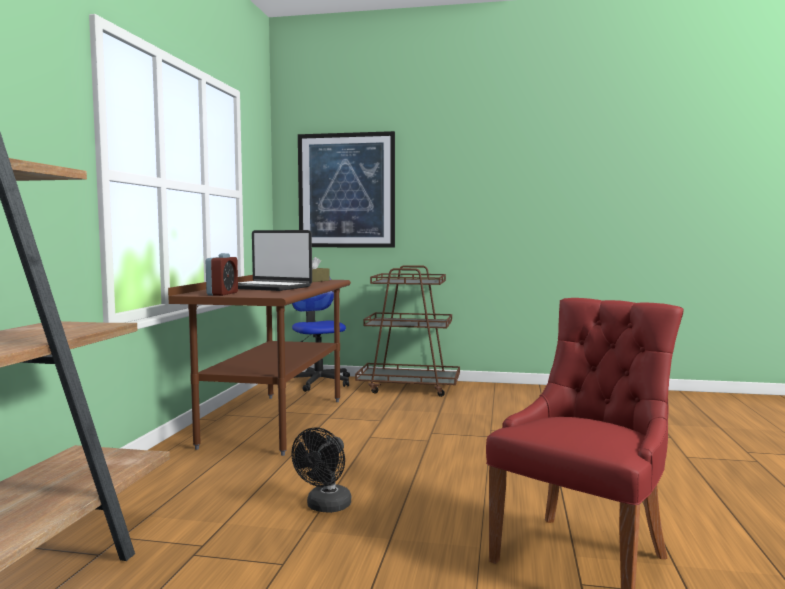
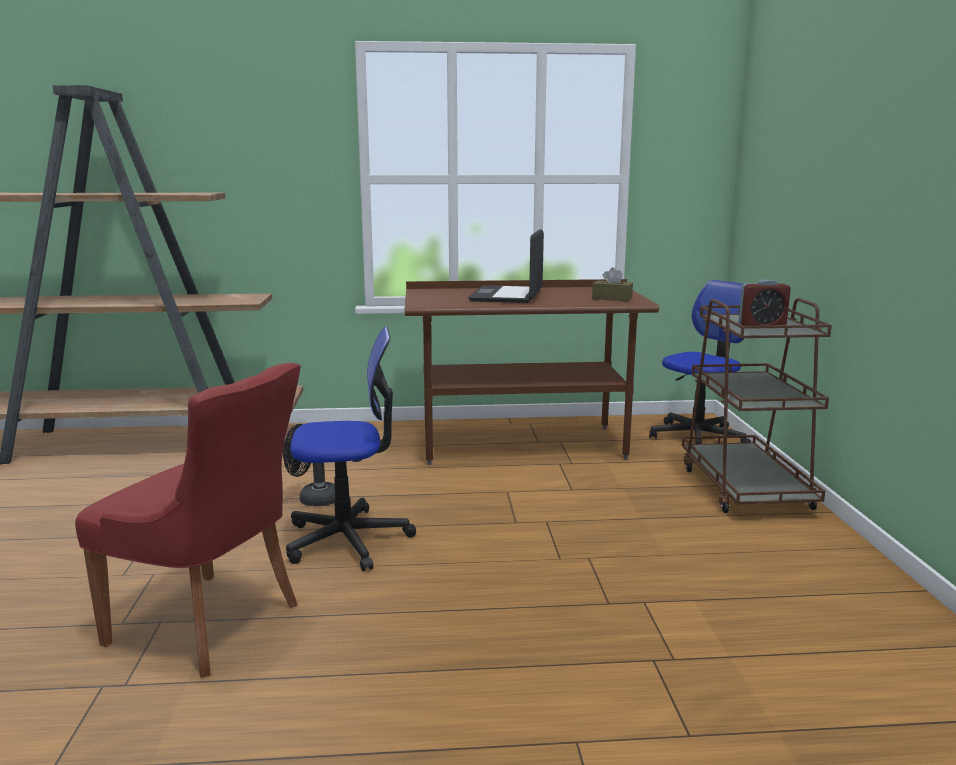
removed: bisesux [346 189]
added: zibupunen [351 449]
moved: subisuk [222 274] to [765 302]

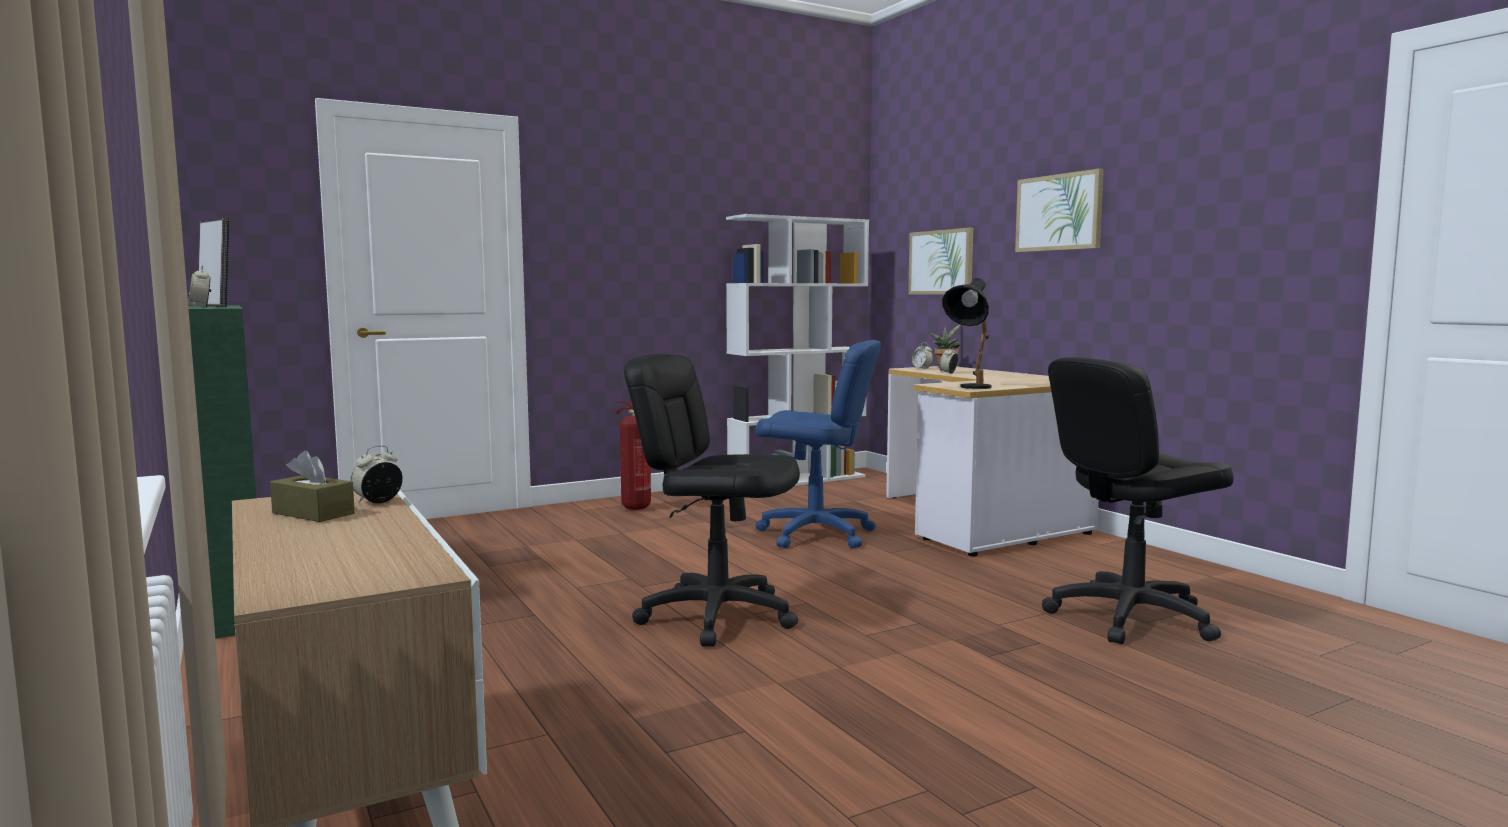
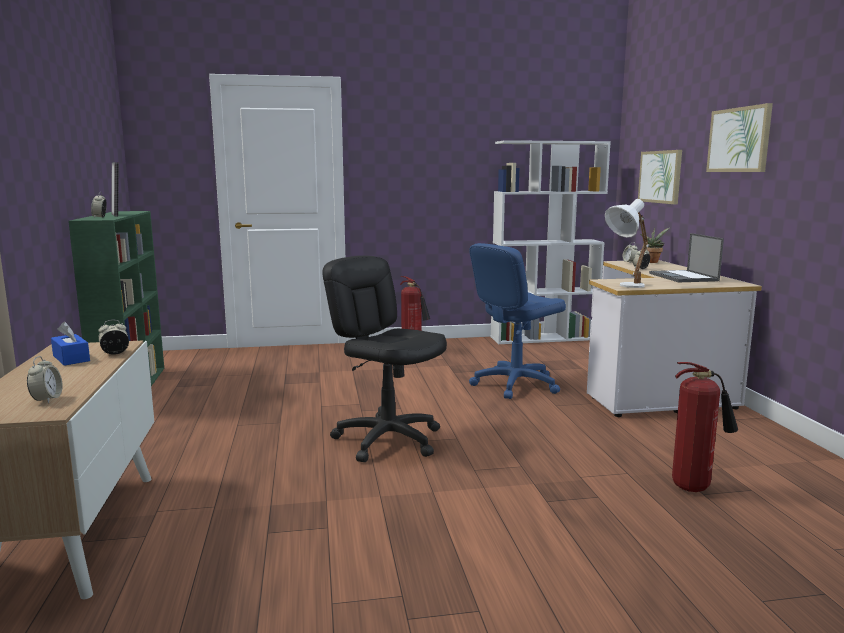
added: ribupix [686 257]; subisuk [45 379]
replaced: black_zibupunen [1138 500] to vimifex [705 427]
recoloured: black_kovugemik [967 333] to white_kovugemik [627 243]; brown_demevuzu [312 486] to blue_demevuzu [70 344]
turned: blue_zibupunen [818 444] = [517 321] 105 degrees clockwise

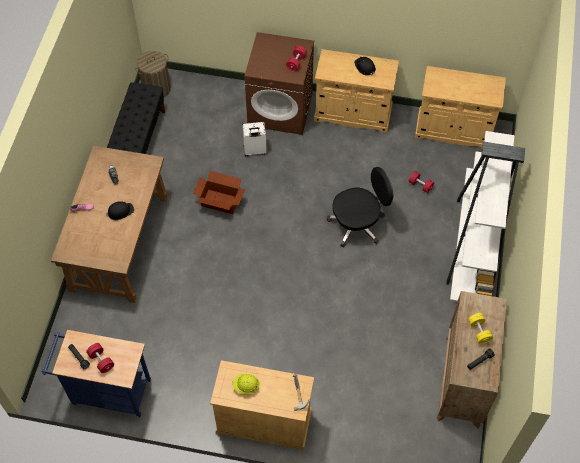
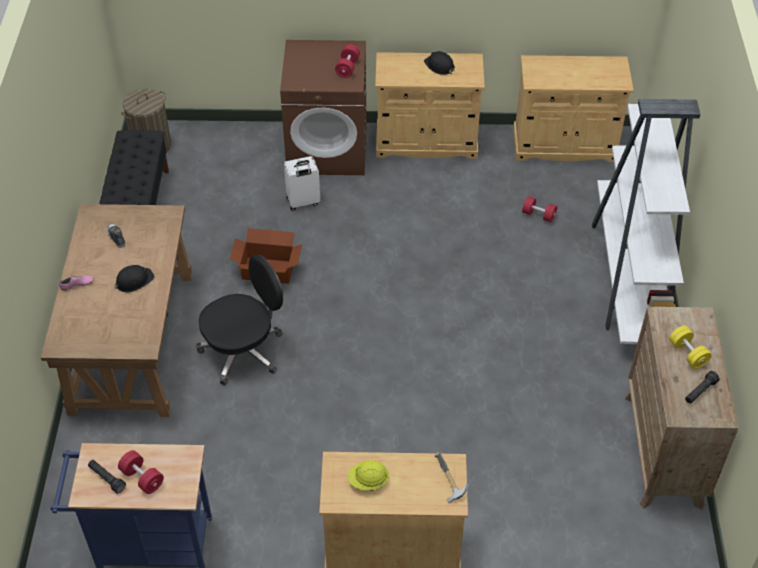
moved: black_zibupunen [360 207] to [239 320]

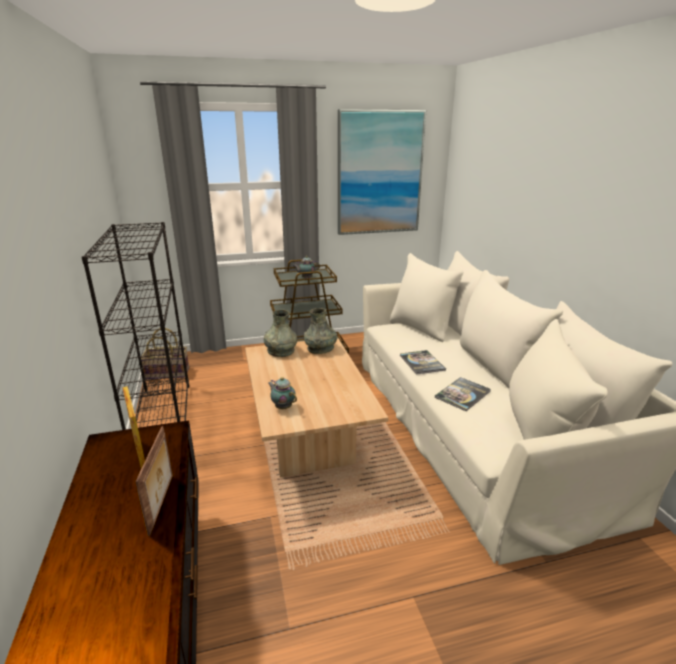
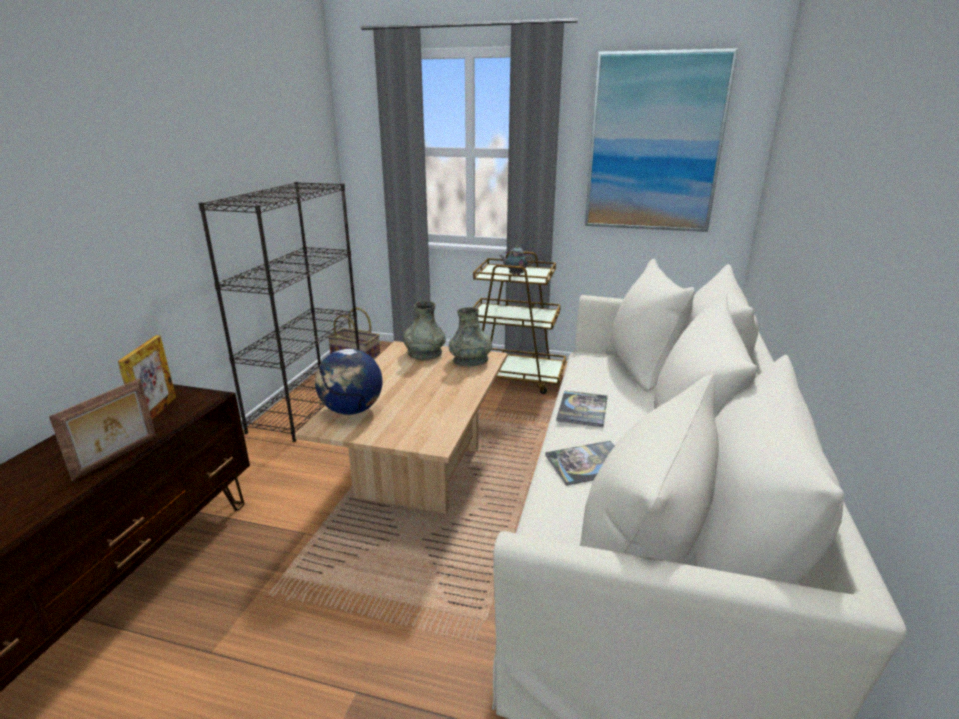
replaced: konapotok [282 393] to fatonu [349 382]

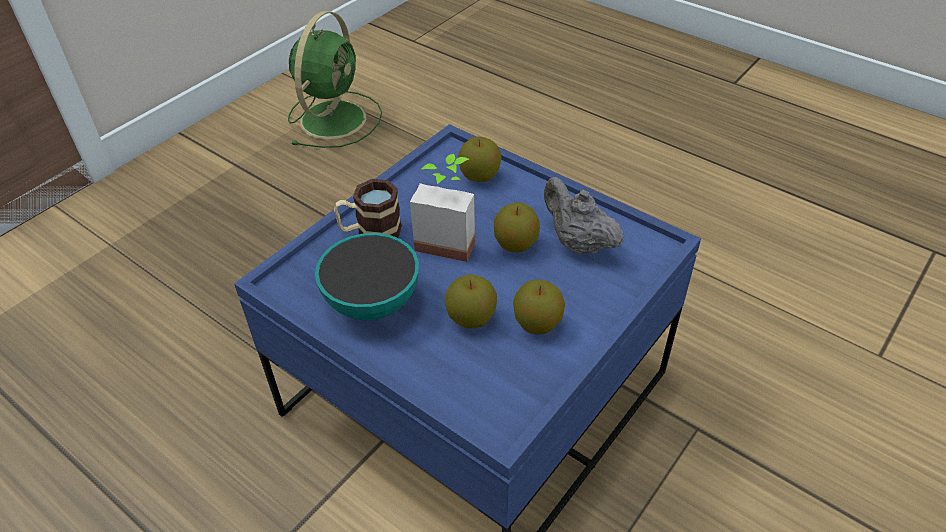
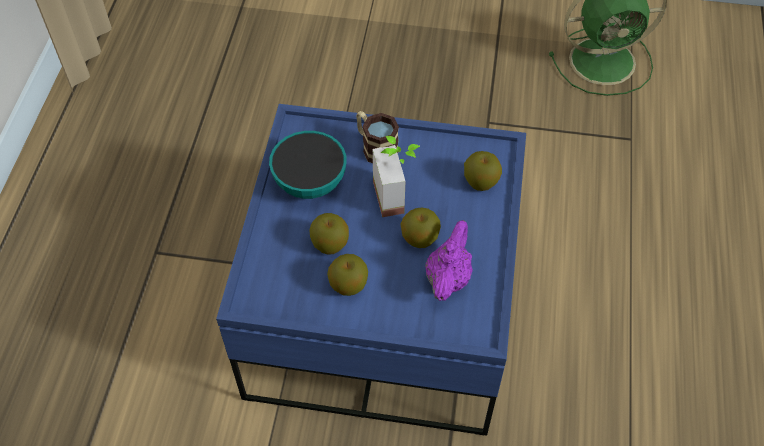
recoloured: grey_konapotok [584 216] to purple_konapotok [449 260]

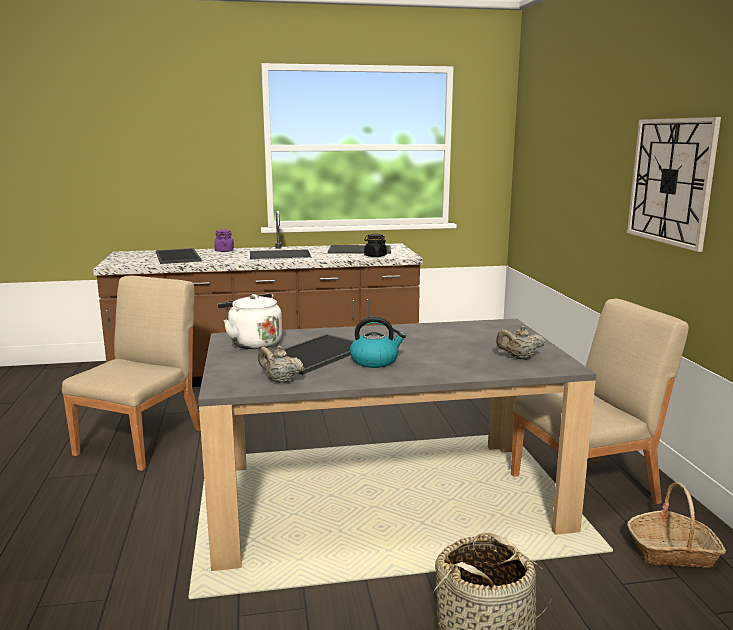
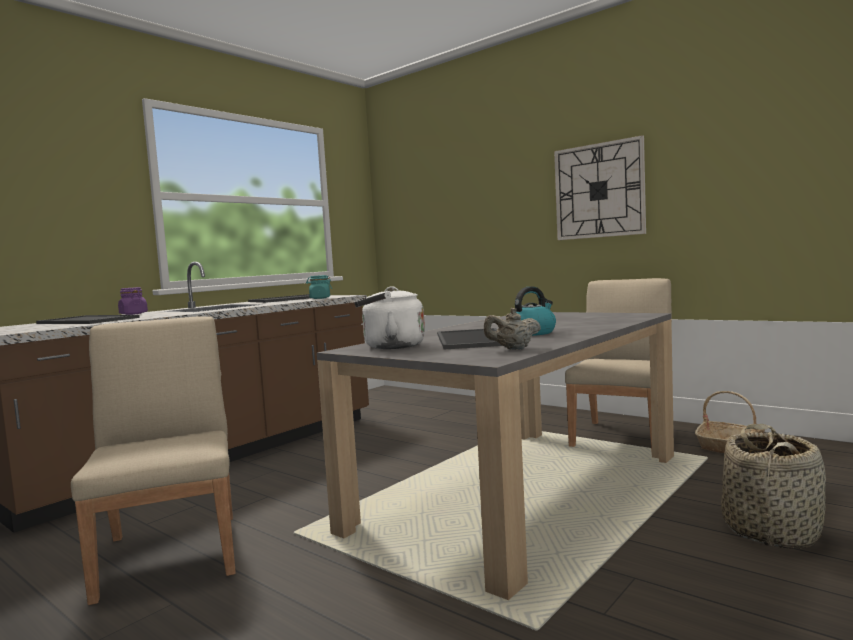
removed: beige_konapotok [520 343]
recoloured: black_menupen [375 245] to turquoise_menupen [319 287]

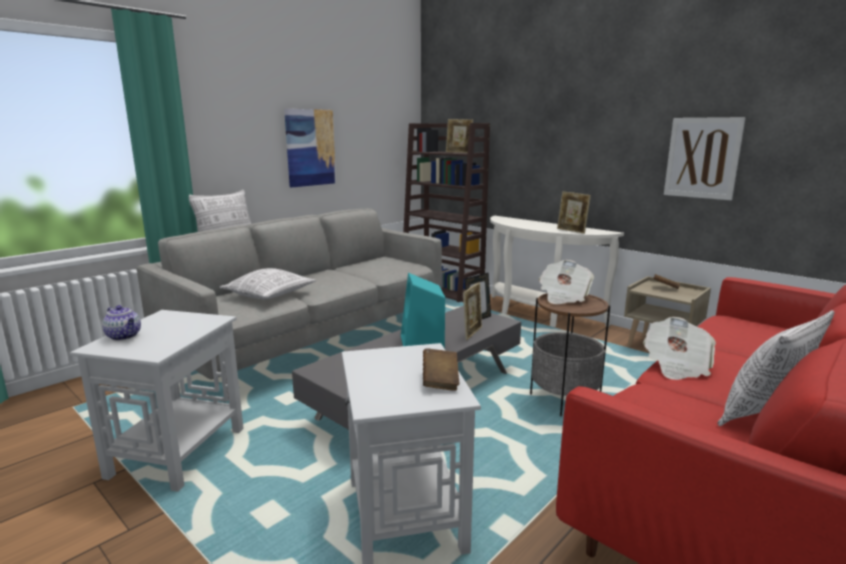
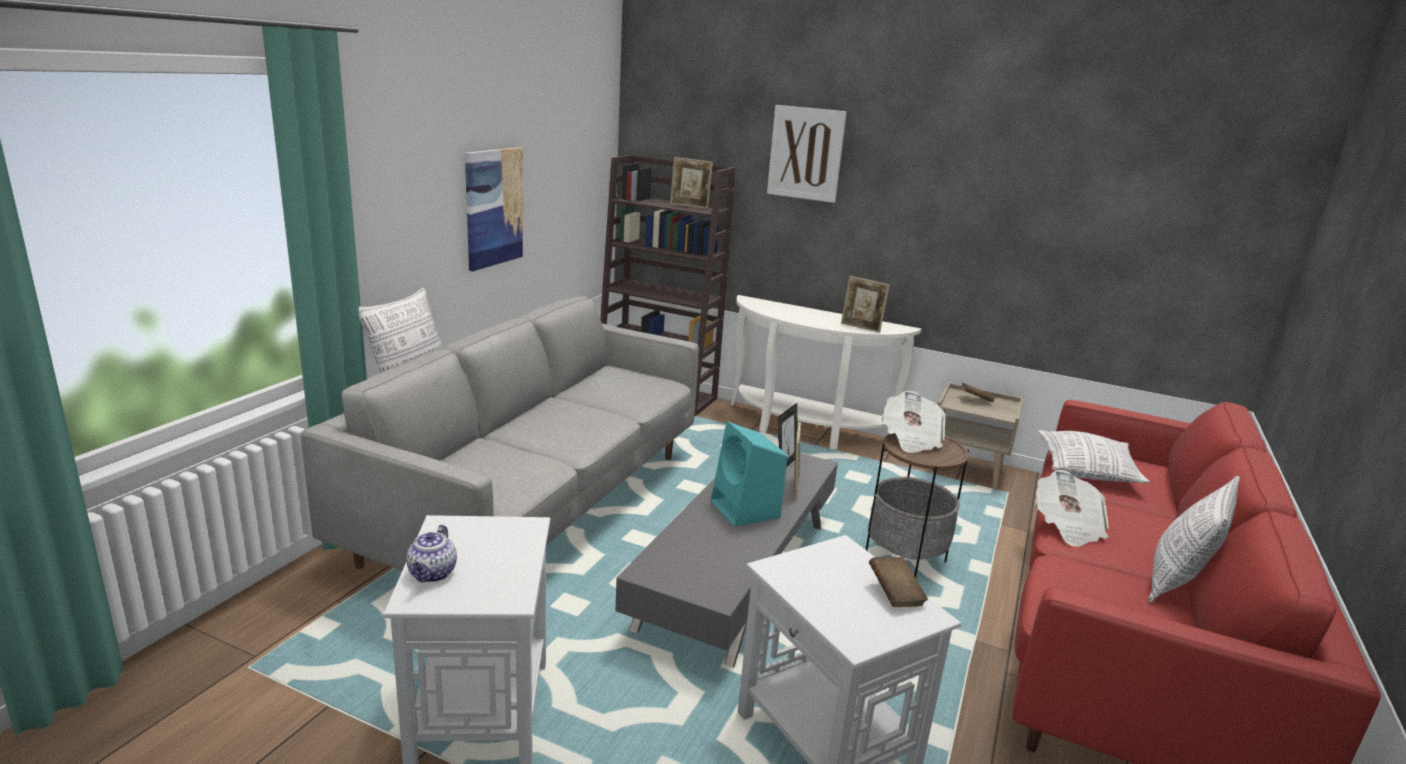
moved: bisesux [705 158] to [807 154]; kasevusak [267 283] to [1094 456]
turned: konapotok [121 323] = [431 553] 75 degrees clockwise

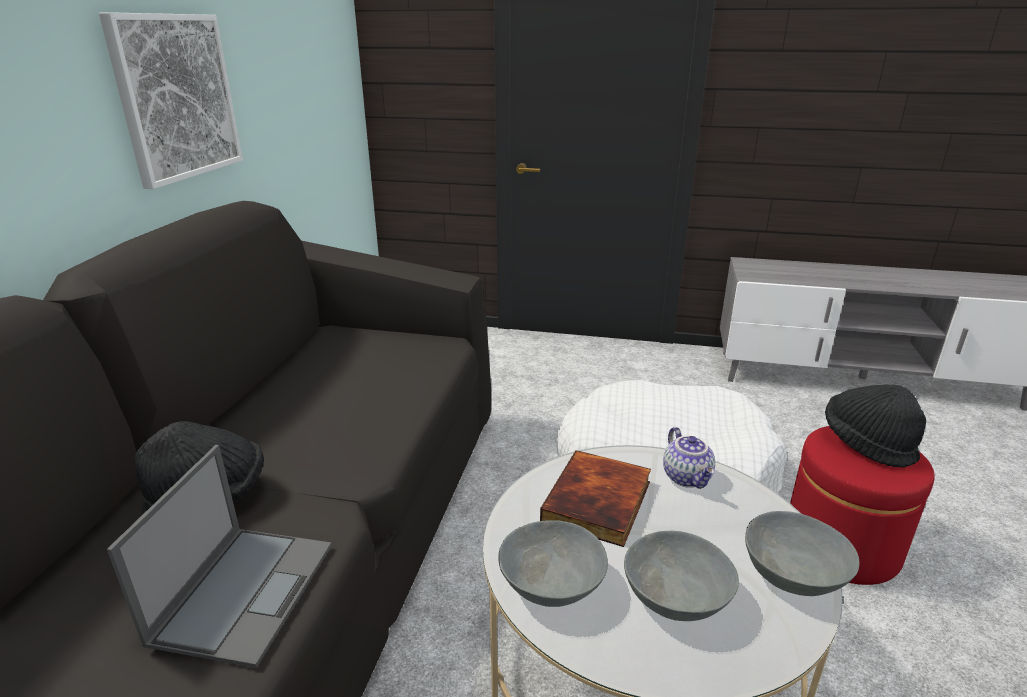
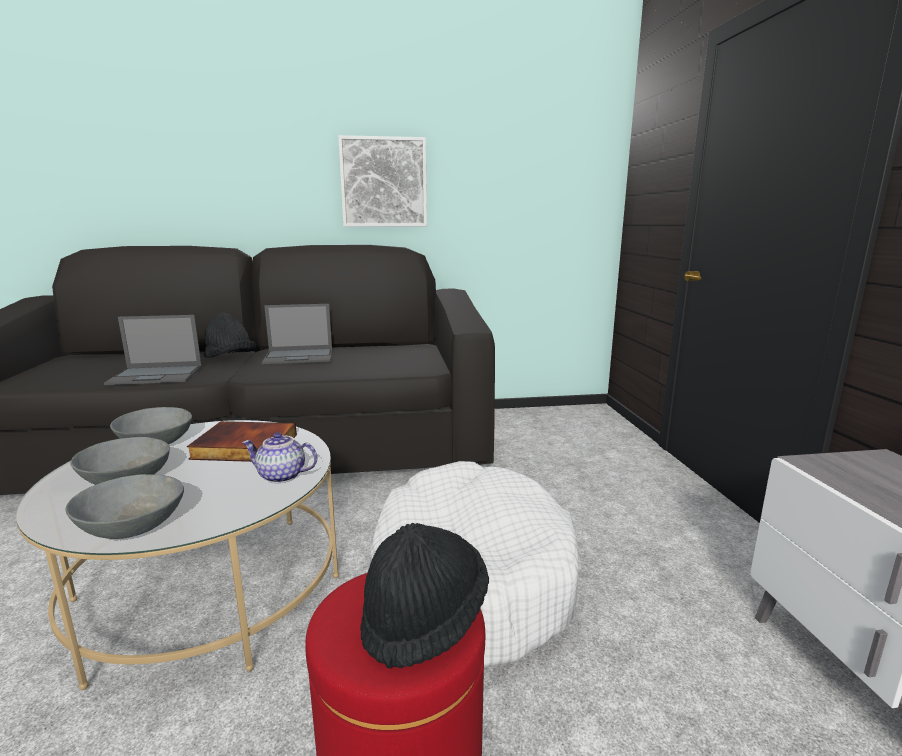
added: ribupix [297 334]
turned: konapotok [689 458] = [279 457] 45 degrees clockwise

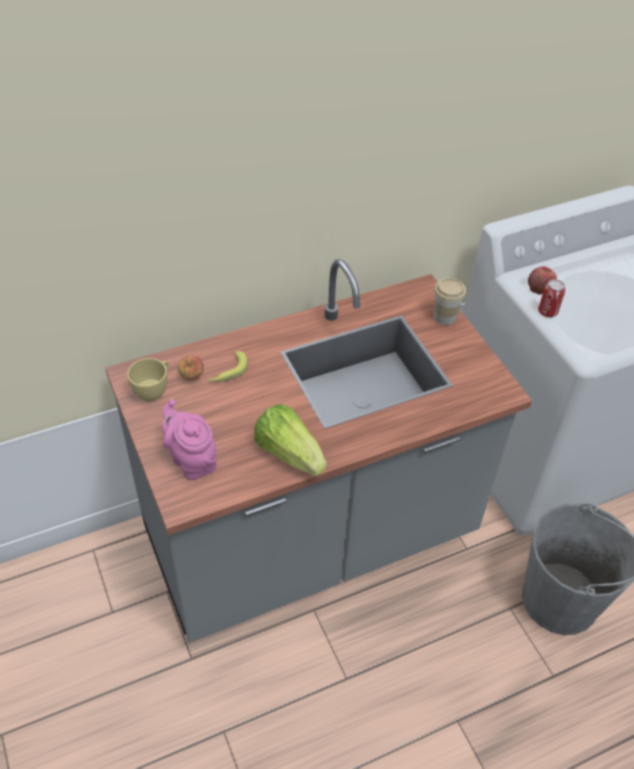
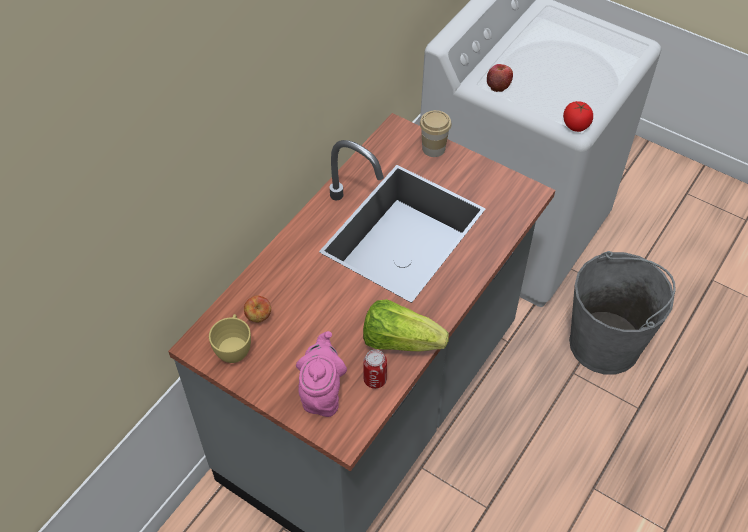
removed: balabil [228 366]
added: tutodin [578 116]
moved: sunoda [551 298] to [375 369]
turned: pink_konapotok [189 439] = [321 374] 75 degrees clockwise

